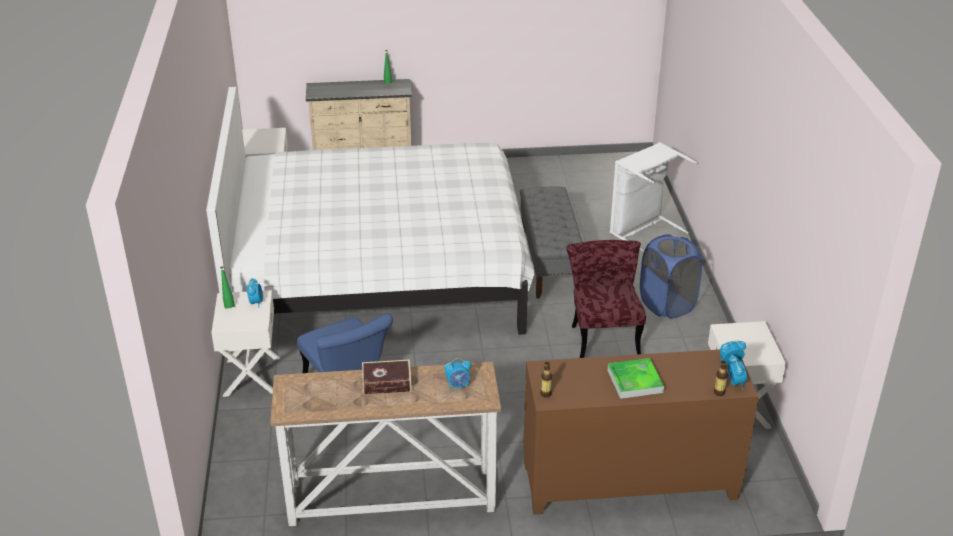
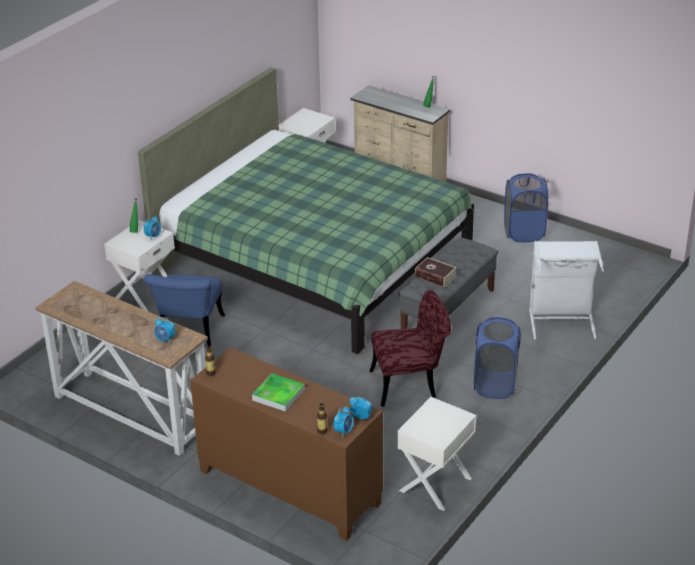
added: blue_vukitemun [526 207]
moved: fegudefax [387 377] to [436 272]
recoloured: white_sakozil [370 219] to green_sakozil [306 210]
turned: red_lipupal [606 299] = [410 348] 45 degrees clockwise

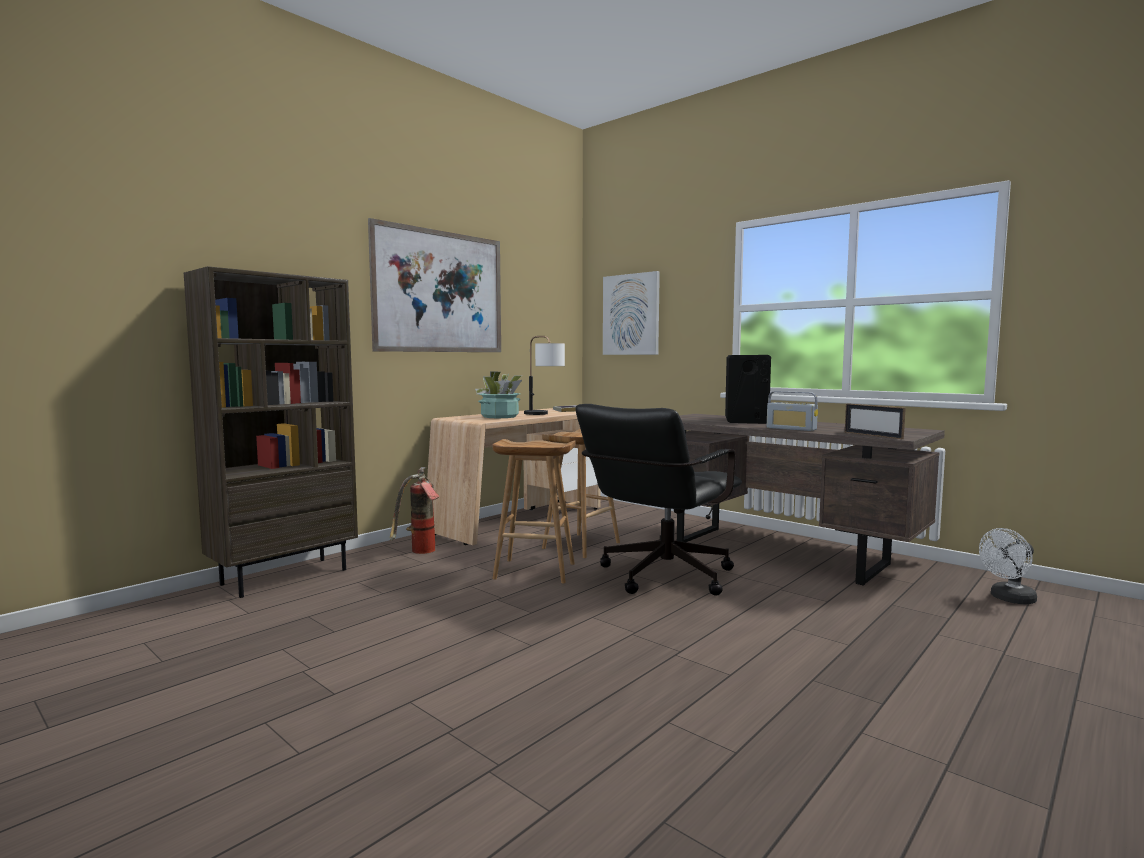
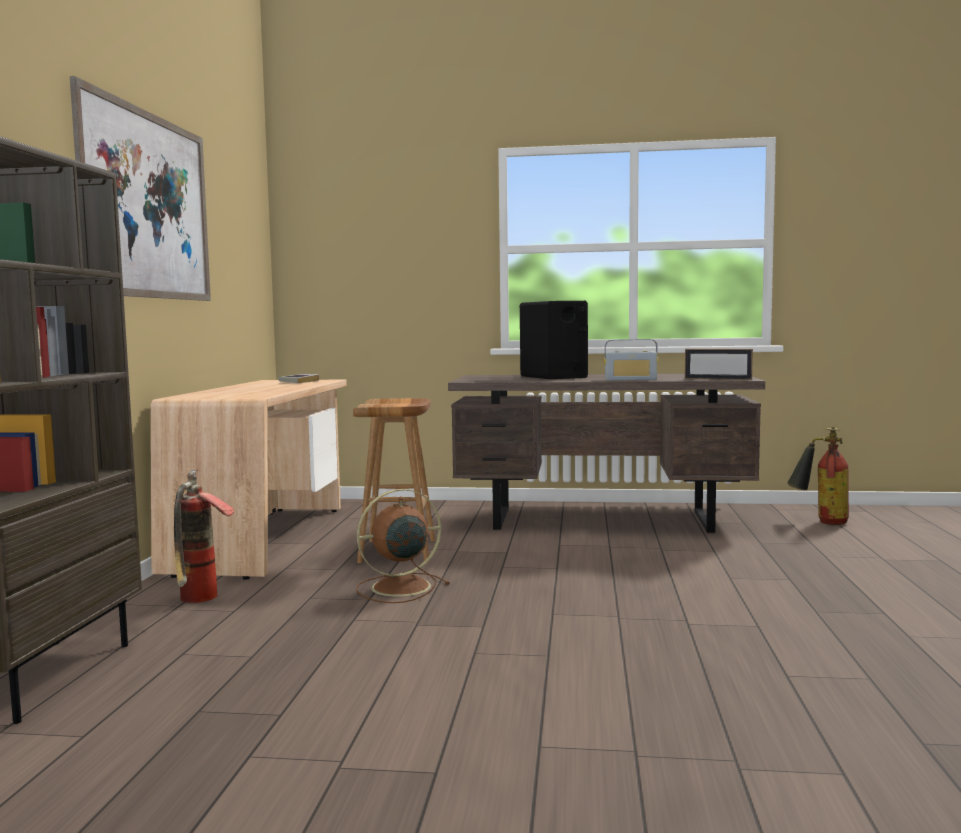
removed: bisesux [631 313]; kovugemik [544 375]; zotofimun [498 394]; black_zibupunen [658 500]
replaced: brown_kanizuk [533 511] to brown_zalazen [403 546]; white_zalazen [1008 566] to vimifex [818 476]

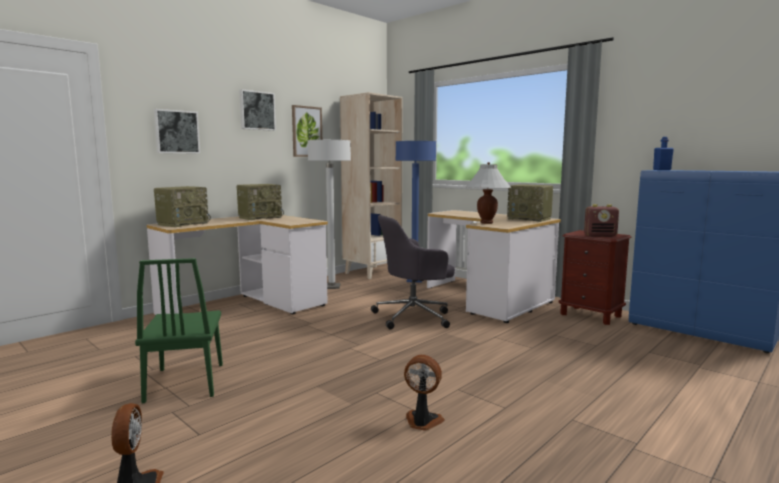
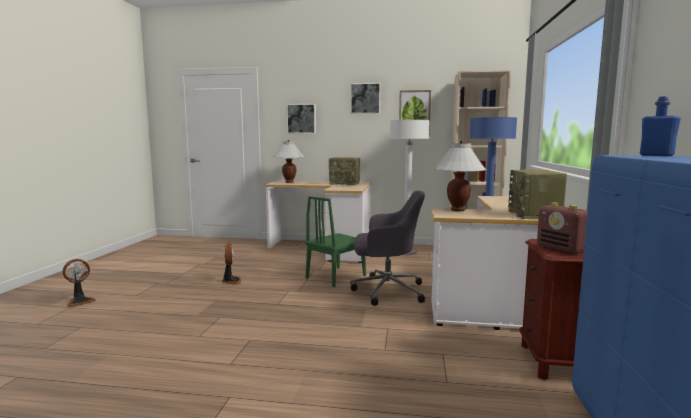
moved: green_lipupal [179 331] to [335 241]; zalazen [424 393] to [231 264]
replaced: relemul [182 206] to white_kovugemik [289 161]
turned: grey_zibupunen [413 272] = [387 248] 150 degrees clockwise

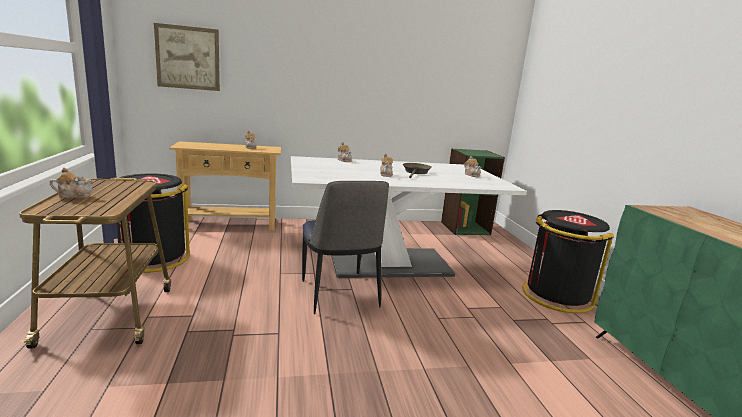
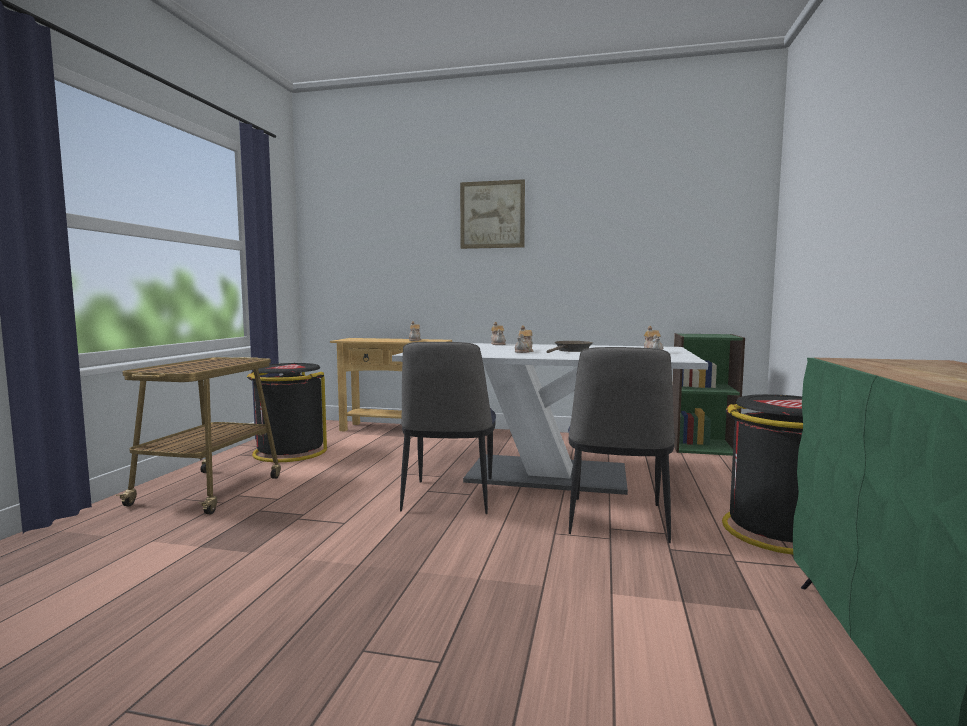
removed: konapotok [71 182]
added: lipupal [621 445]
moved: bisesux [187 57] to [492 214]

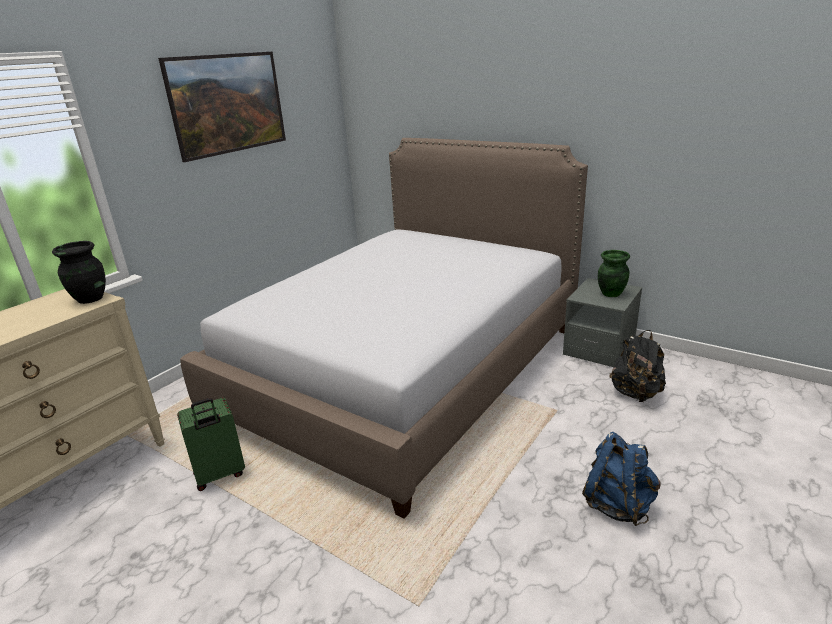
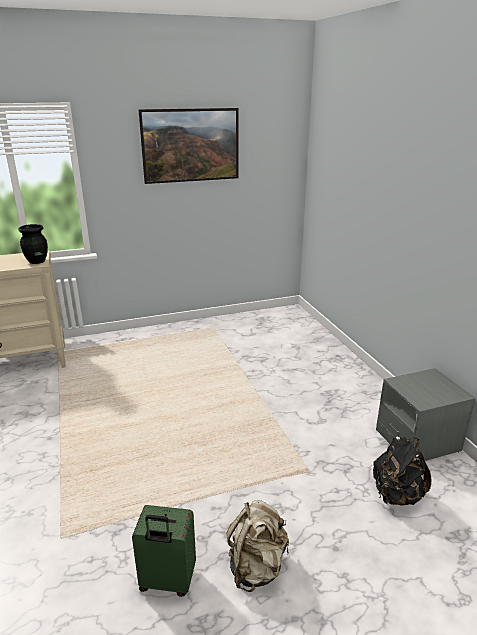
removed: sakozil [384 328]; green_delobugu [614 273]
moved: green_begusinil [211 444] to [164 551]
recoloured: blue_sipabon [621 479] to beige_sipabon [258 546]

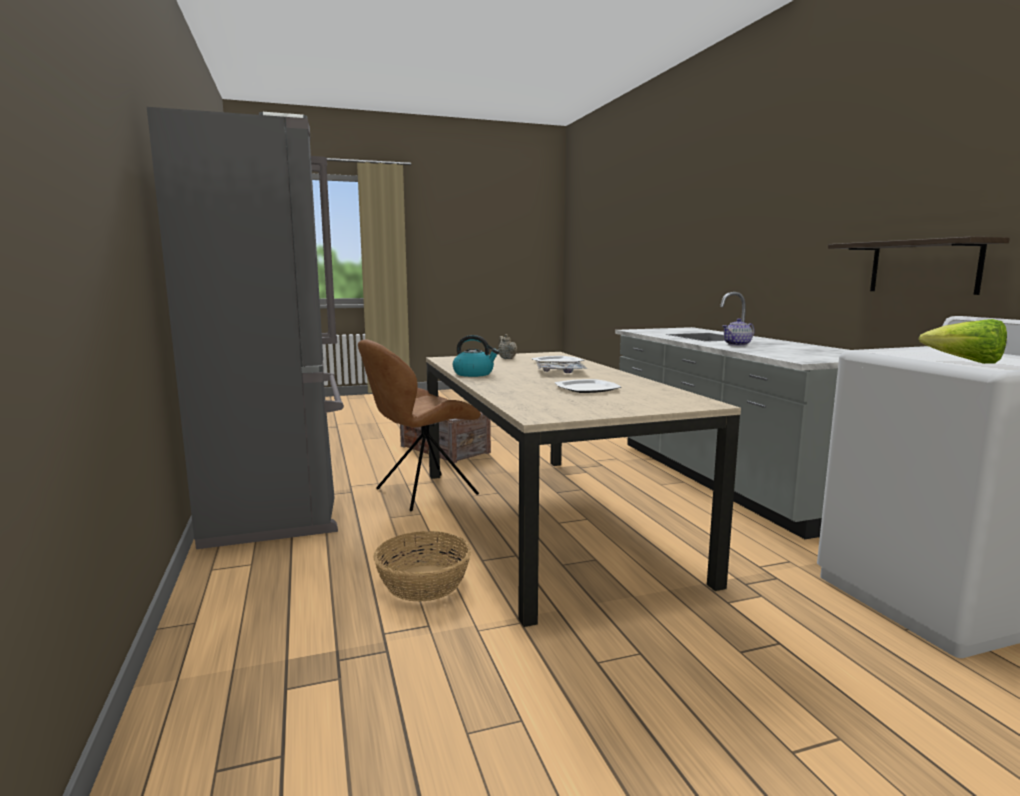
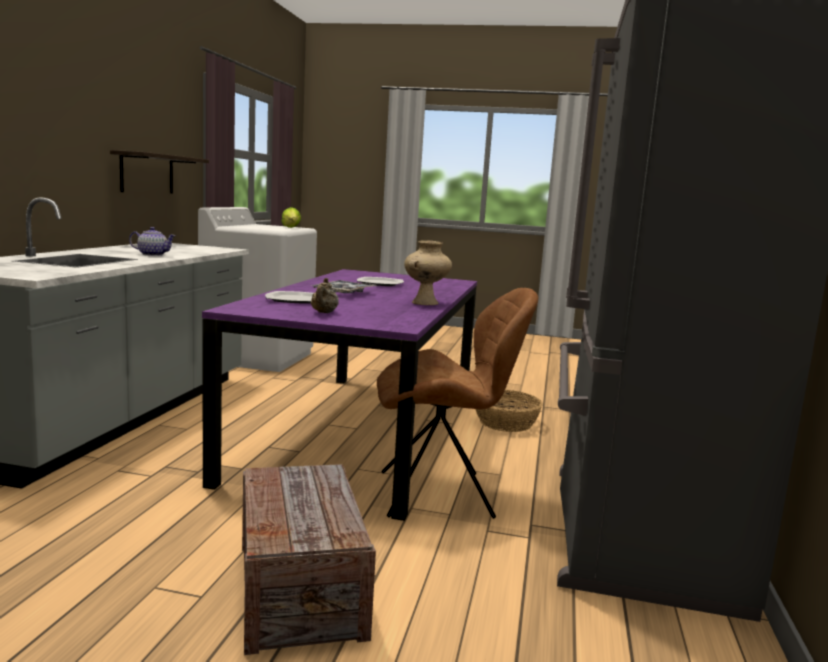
replaced: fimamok [476 356] to beige_delobugu [428 272]
recoloured: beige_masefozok [583 489] to purple_masefozok [339 395]

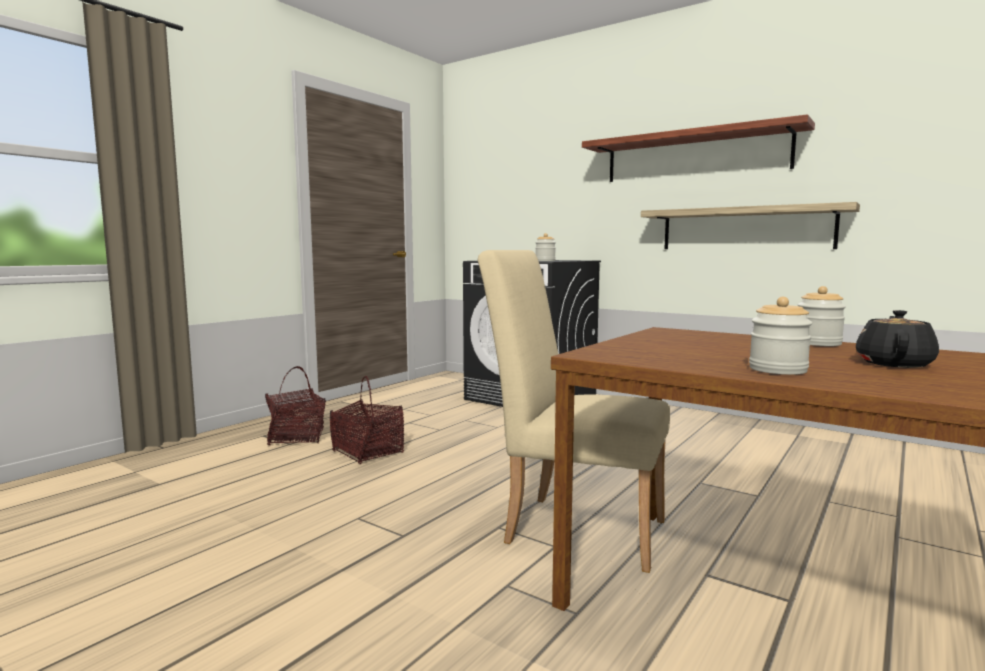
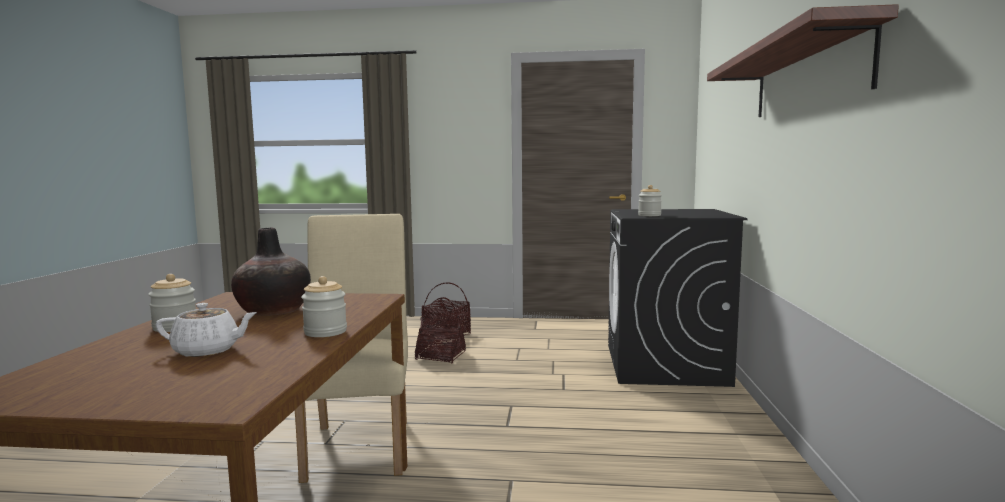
removed: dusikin [750 225]
added: delobugu [271 272]
recoloured: black_konapotok [897 339] to white_konapotok [206 330]

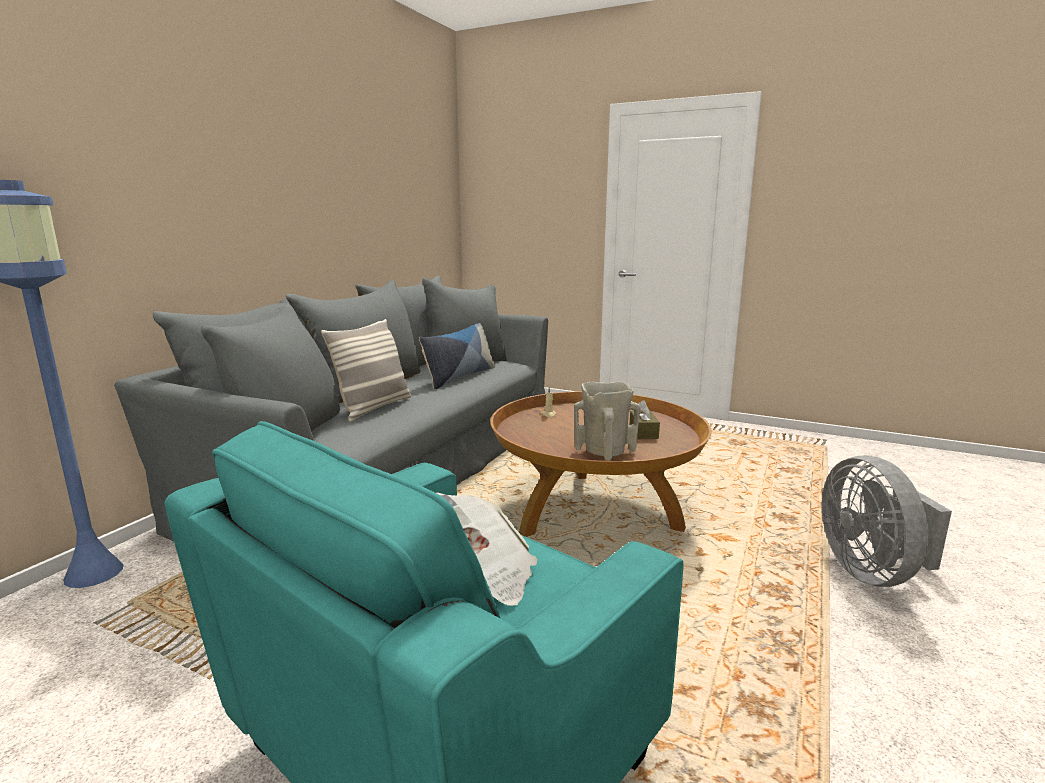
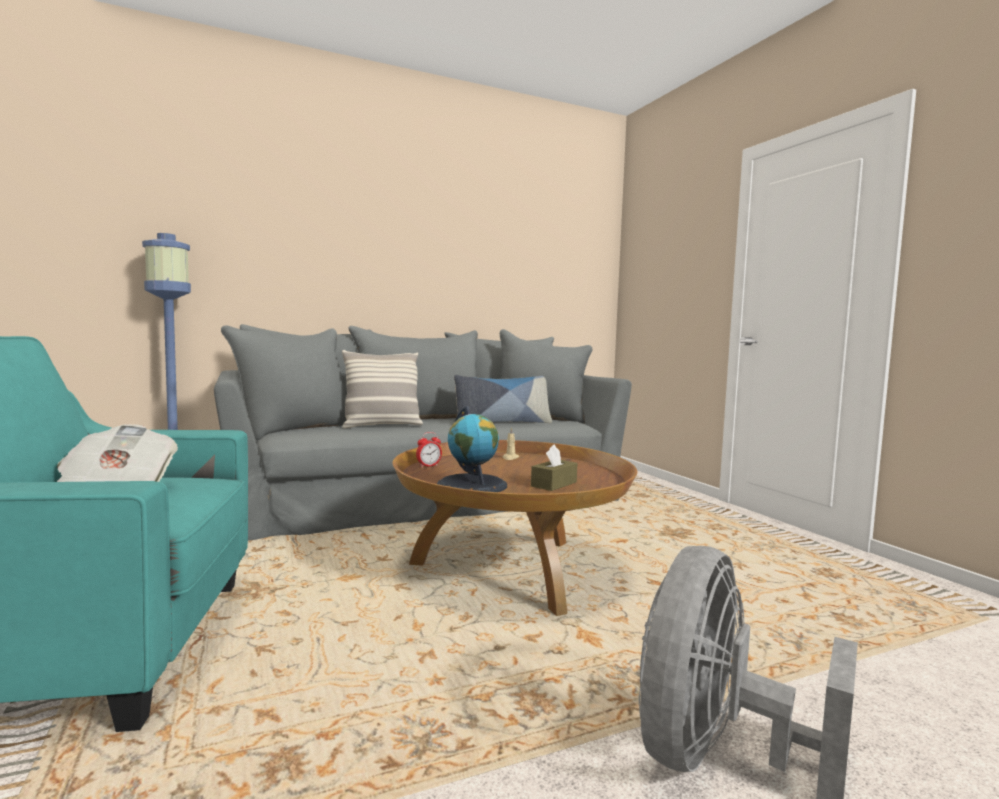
added: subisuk [429 449]
replaced: beige_delobugu [607 421] to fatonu [472 449]

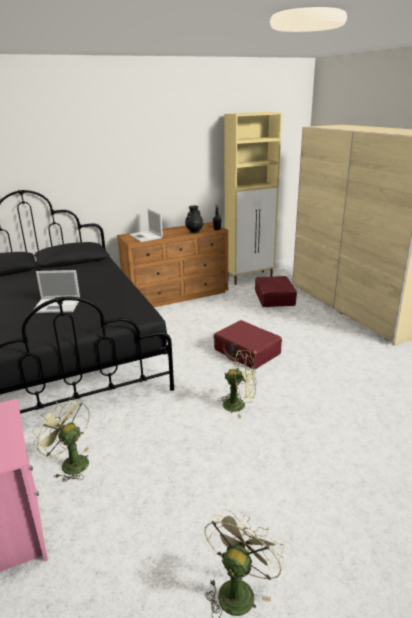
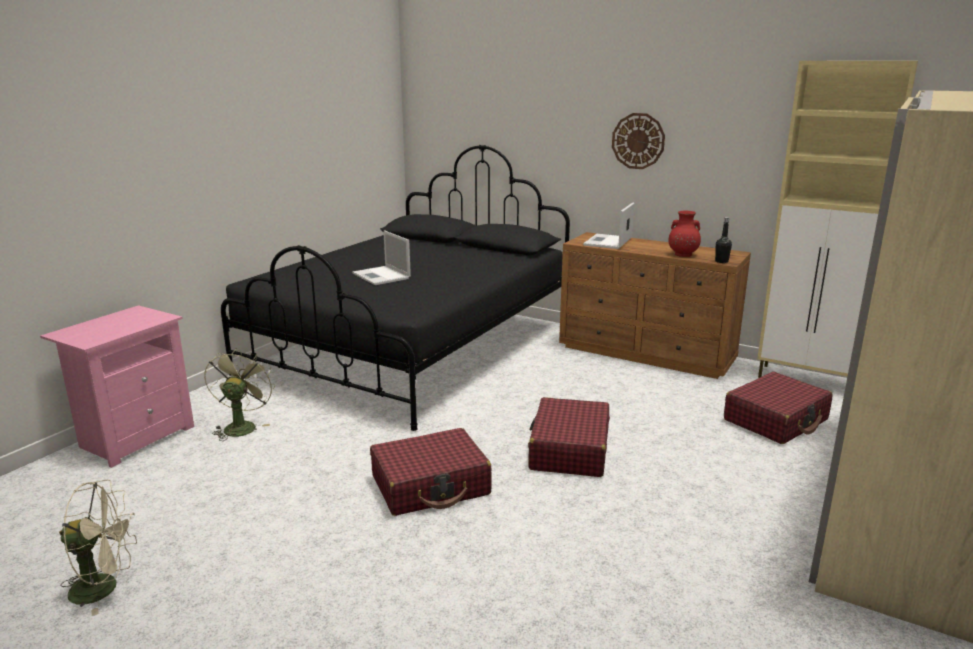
added: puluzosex [638 141]
replaced: green_zalazen [236 384] to red_begusinil [431 472]
recoloured: black_delobugu [194 219] to red_delobugu [684 234]

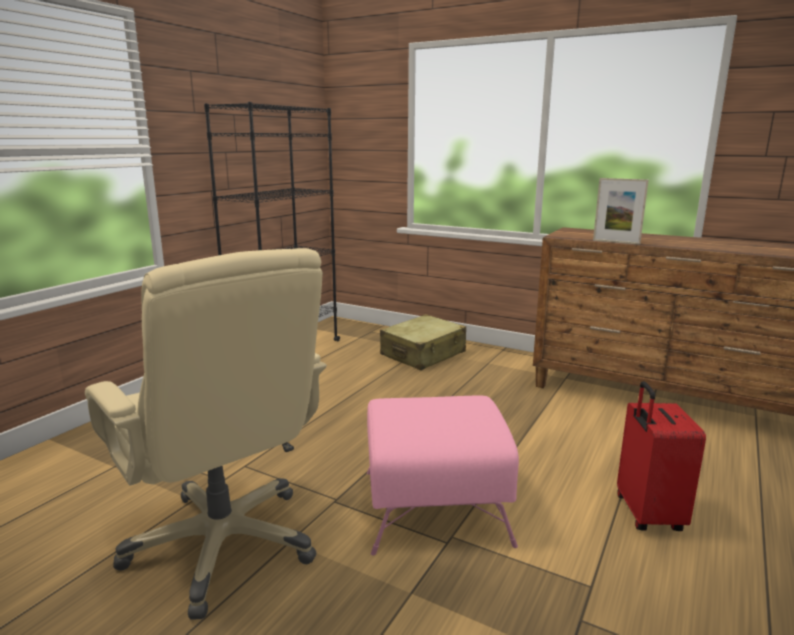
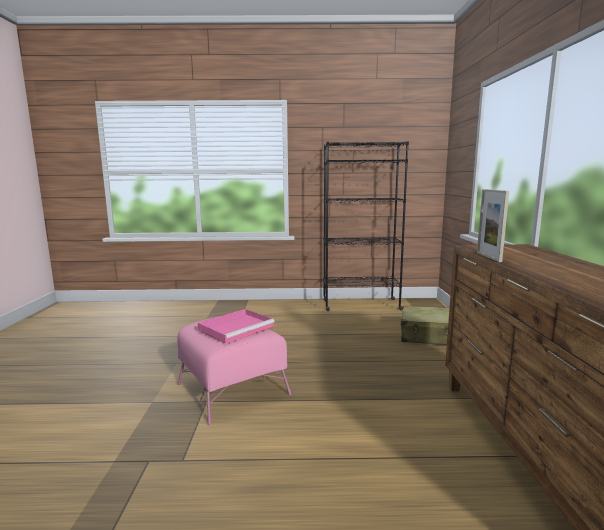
removed: beige_zibupunen [206 434]; red_begusinil [661 456]
added: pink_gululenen [236 326]

